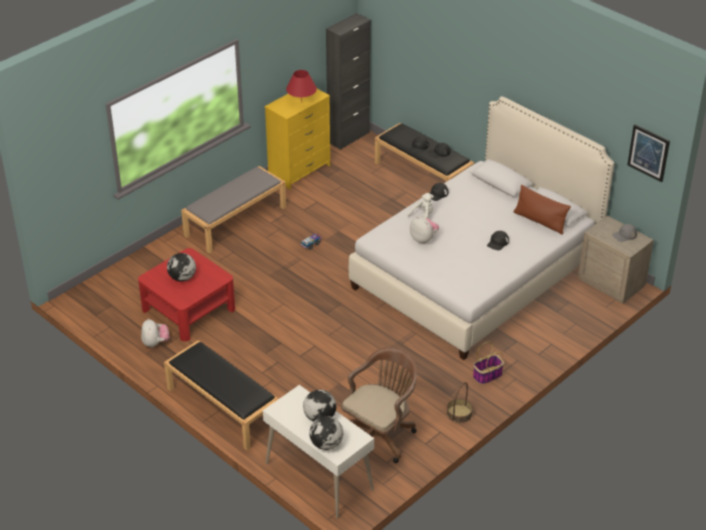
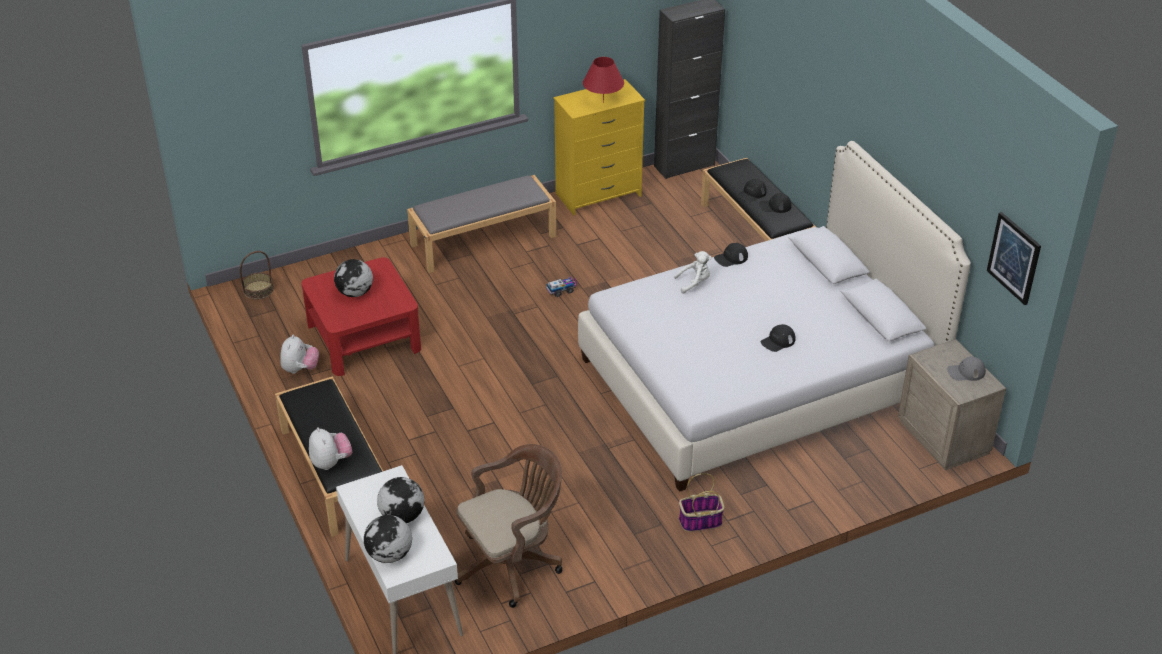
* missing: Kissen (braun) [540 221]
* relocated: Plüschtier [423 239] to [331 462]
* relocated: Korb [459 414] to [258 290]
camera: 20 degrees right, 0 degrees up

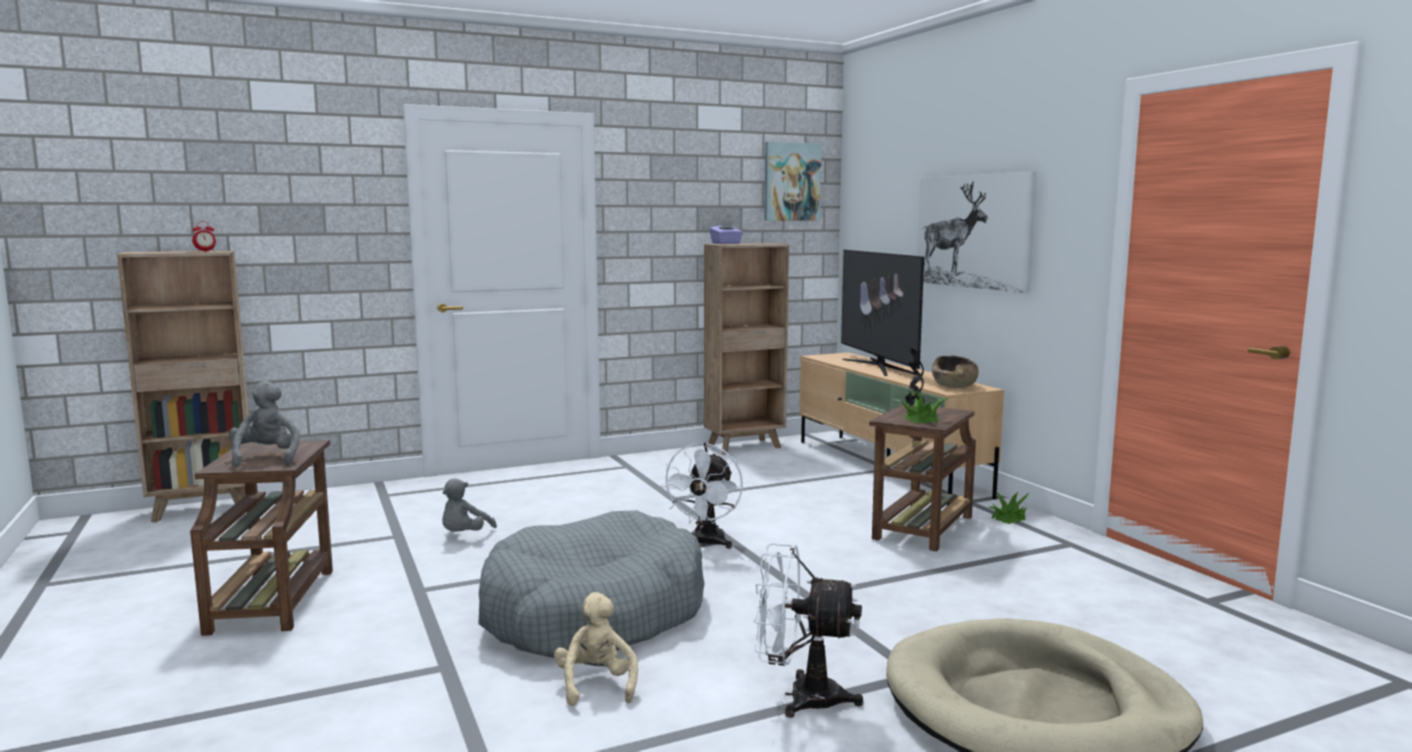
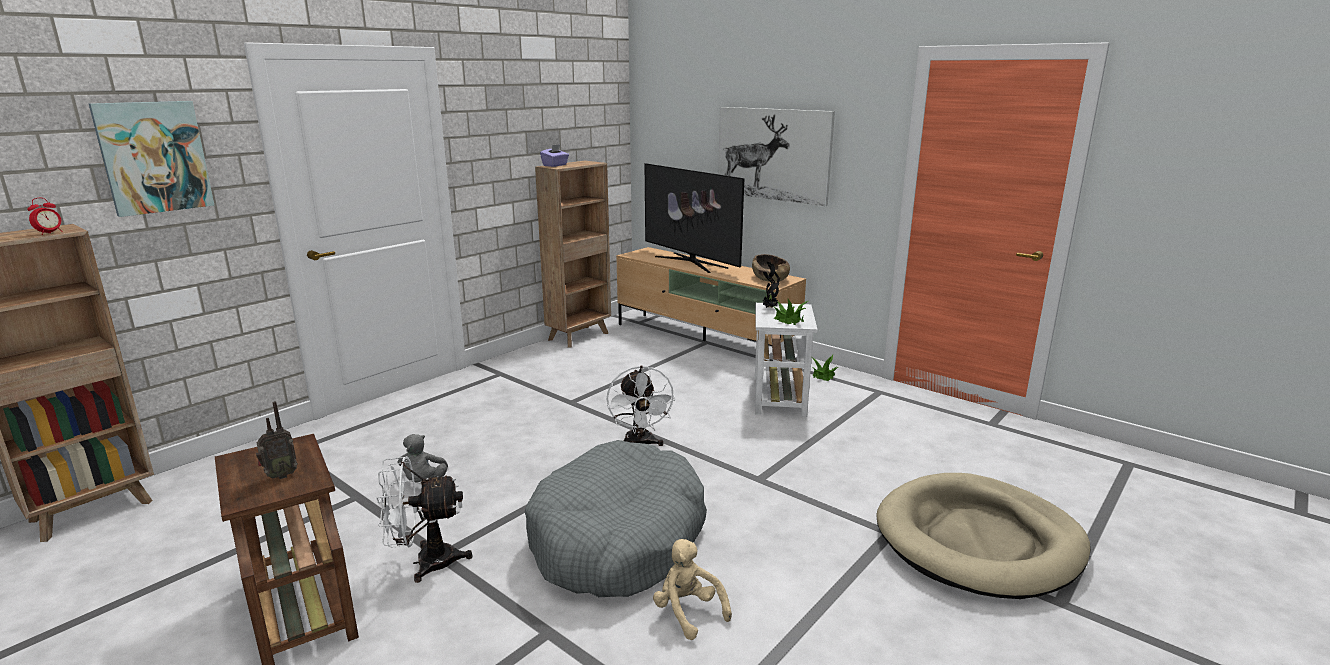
* relocated: Bild [791 182] to [154 157]
* exchanged: Plüschtier (grau) [266 458] to Radio [280 476]
* colour: Beistelltisch (braun) [922 529] to Beistelltisch (weiß) [779 398]
* relocated: Ventilator (weiß) [800 697] to [425 562]
camera: 25 degrees left, 10 degrees up

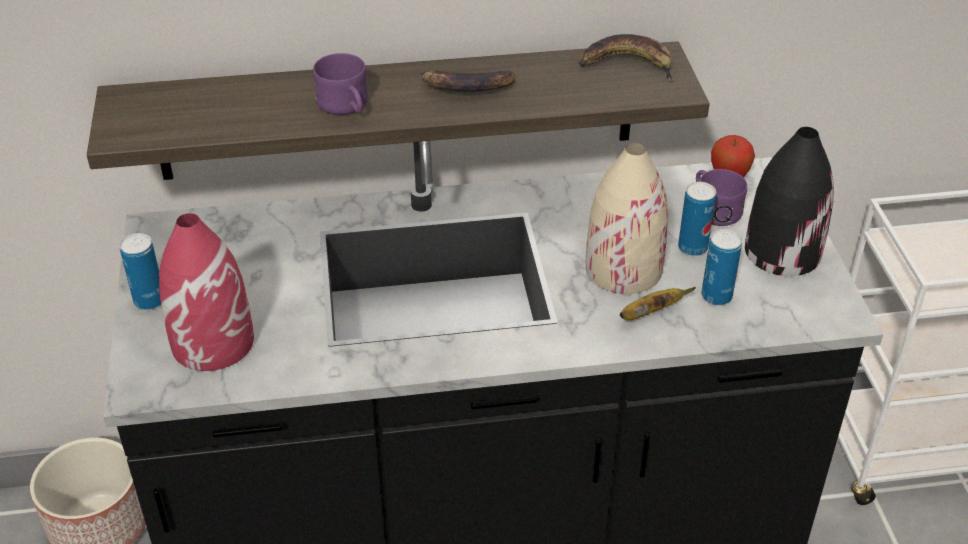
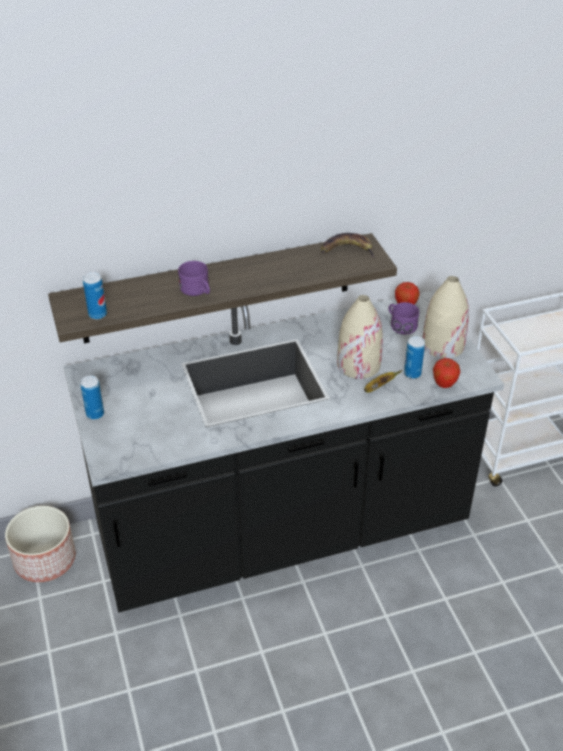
* missing: Banane [466 87]
* colour: Vase (schwarz) [781 252] to Vase (beige) [442 345]
* relocated: Dose [692 247] to [97 314]
* missing: Vase (rot) [212 342]
* appeared: Apfel [444 385]
camera: 10 degrees left, 0 degrees up

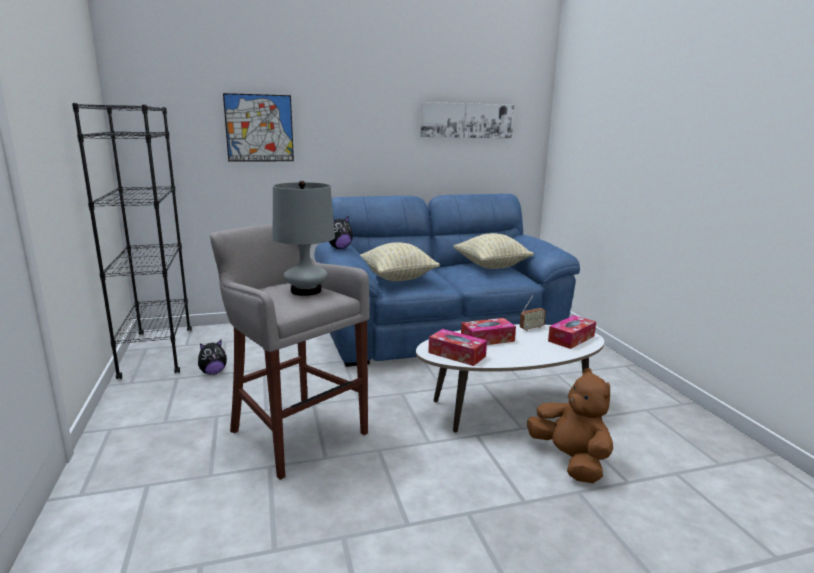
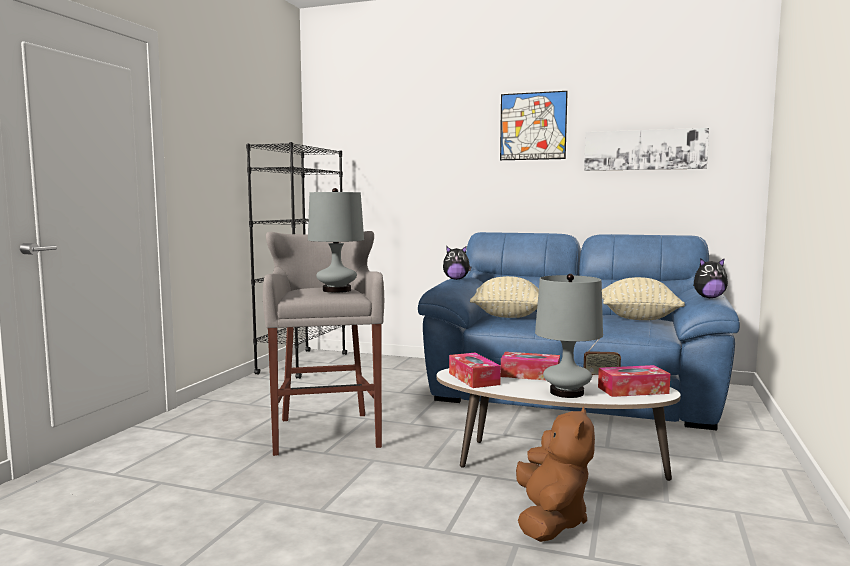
* relocated: Bild [259 128] to [533 126]
* relocated: Plüschtier [213 372] to [708 298]
* appeared: Tischlampe (grau) [566 392]
camera: 35 degrees right, 10 degrees down

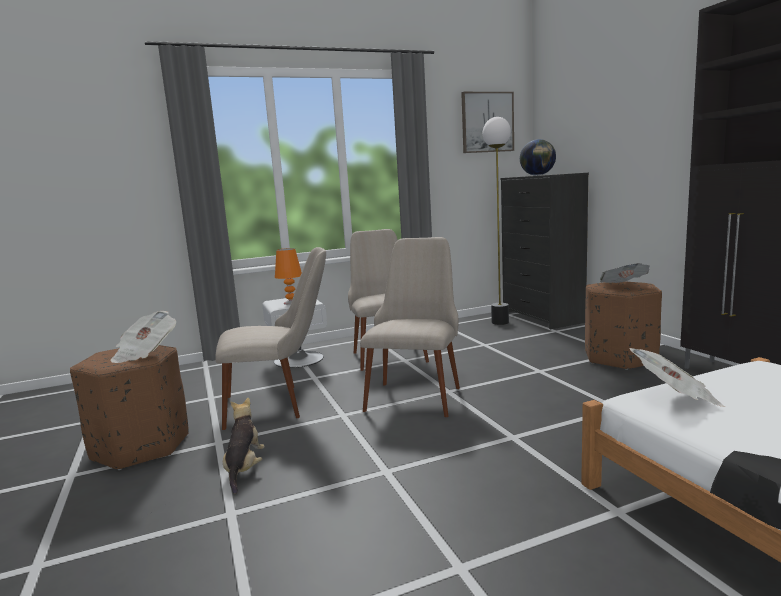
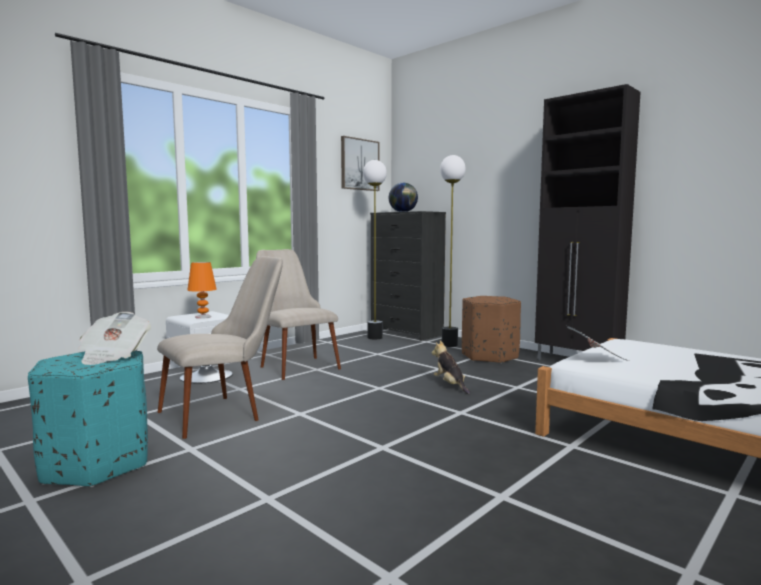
* missing: Stuhl (beige) [417 392]
* missing: Zeitung [623 287]
* colour: Polsterhocker (braun) [141 447] to Polsterhocker (türkis) [97 464]
* relocated: Plüschtier [244 469] to [450 385]
* appeared: Stehlampe [450 345]
camera: 25 degrees left, 5 degrees down

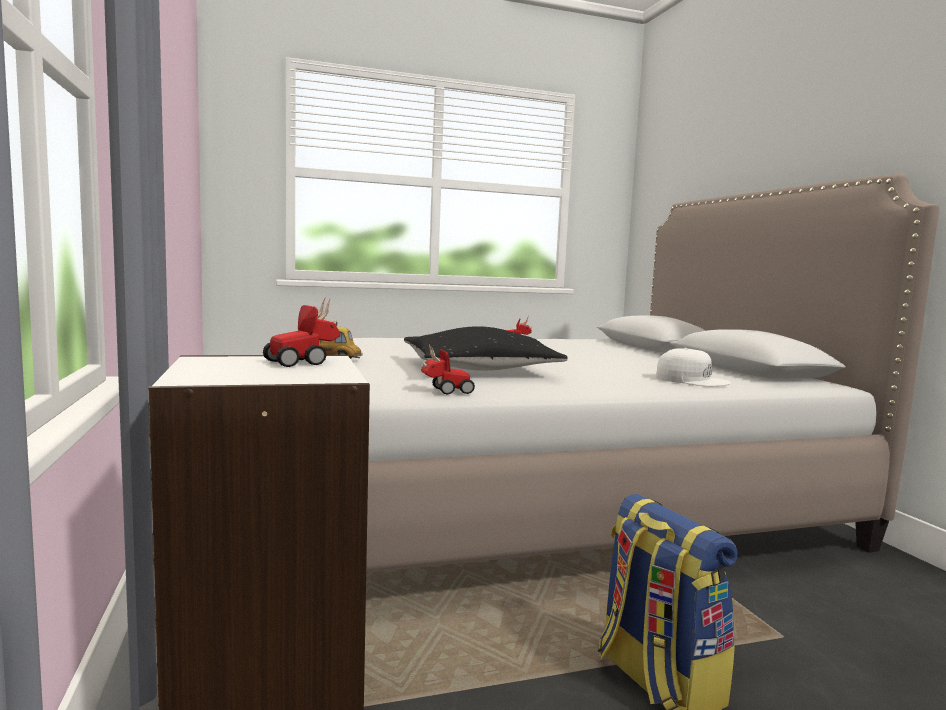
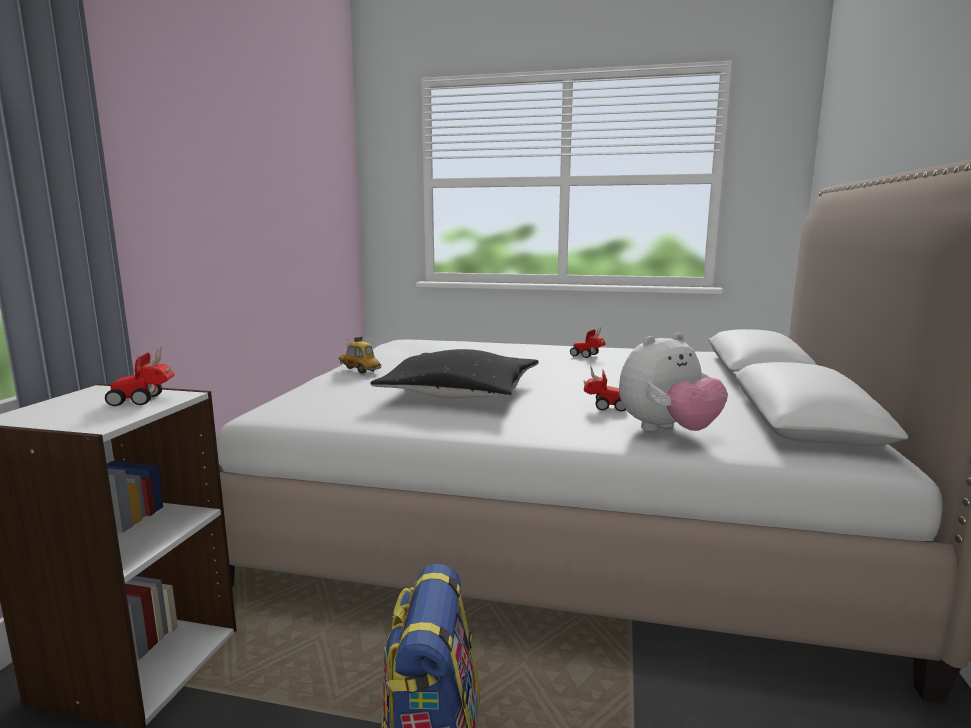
* relocated: Spielzeugauto [445 391] to [604 406]
* exchanged: Kappe (weiß) [691 380] to Plüschtier [667 431]
camera: 30 degrees right, 5 degrees up

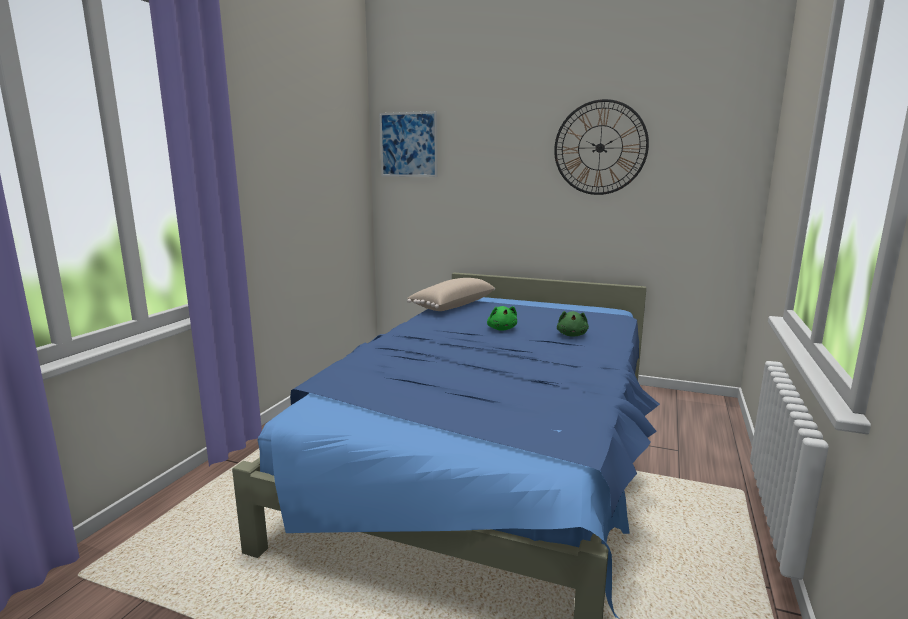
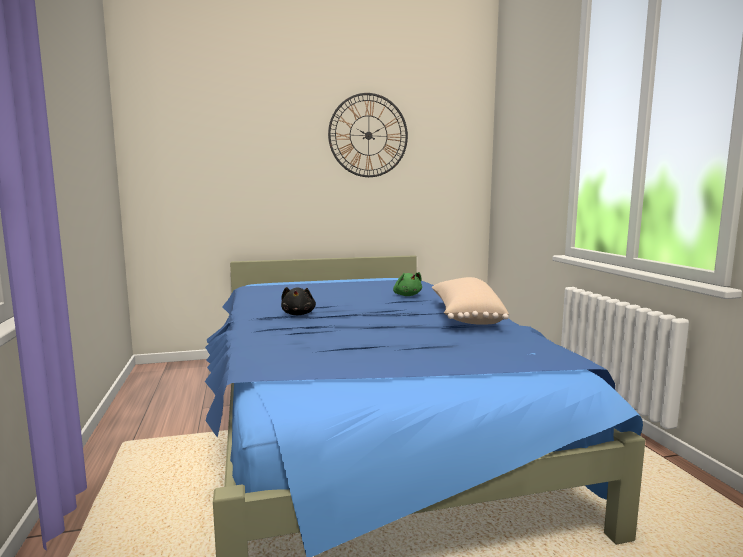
* missing: Bild [408 144]
* relocated: Kissen (beige) [452 305] to [465 316]
* missing: Plüschtier (grün) [502 329]
* appeared: Plüschtier (schwarz) [298 314]
camera: 35 degrees left, 5 degrees down

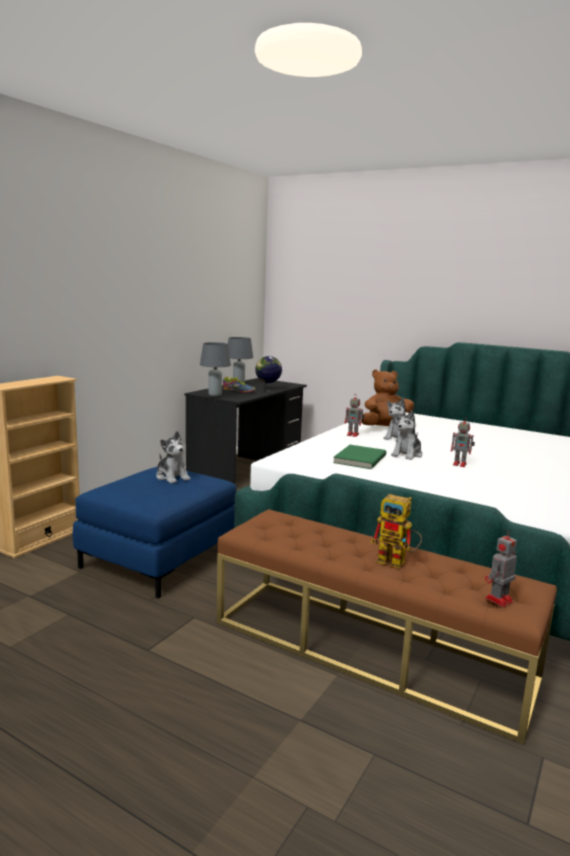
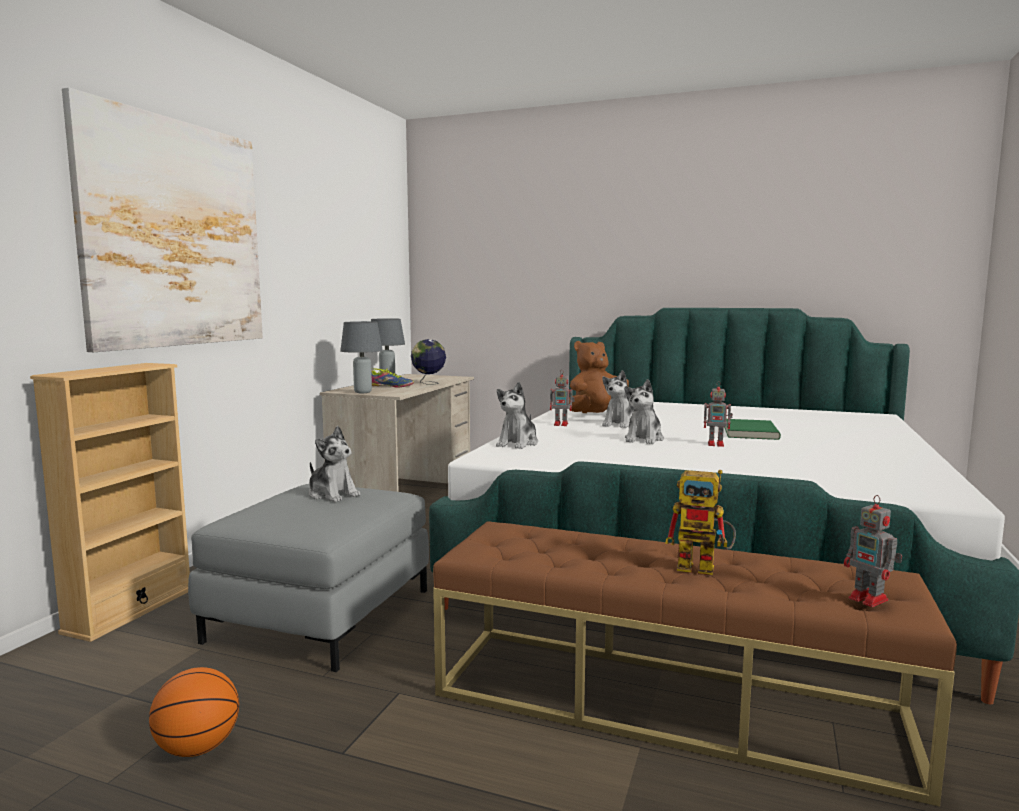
* colour: Schreibtisch (schwarz) [246 467] to Schreibtisch (beige) [405 489]
* relocated: Buch (grün) [358 459] to [748 432]
* colour: Polsterhocker (blau) [160 558] to Polsterhocker (grau) [321 615]
* spun: Spielzeugroboter [498 600] = [870 599] 75 degrees counterclockwise
* appeared: Bild [175 234]
* appeared: Plüschtier [518 443]
* appeared: Basketball [198 748]
camera: 10 degrees left, 5 degrees down

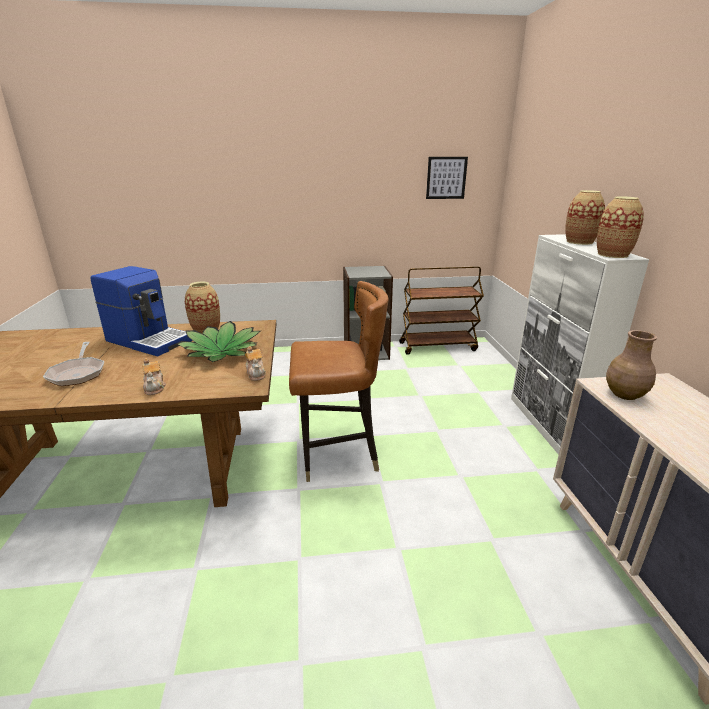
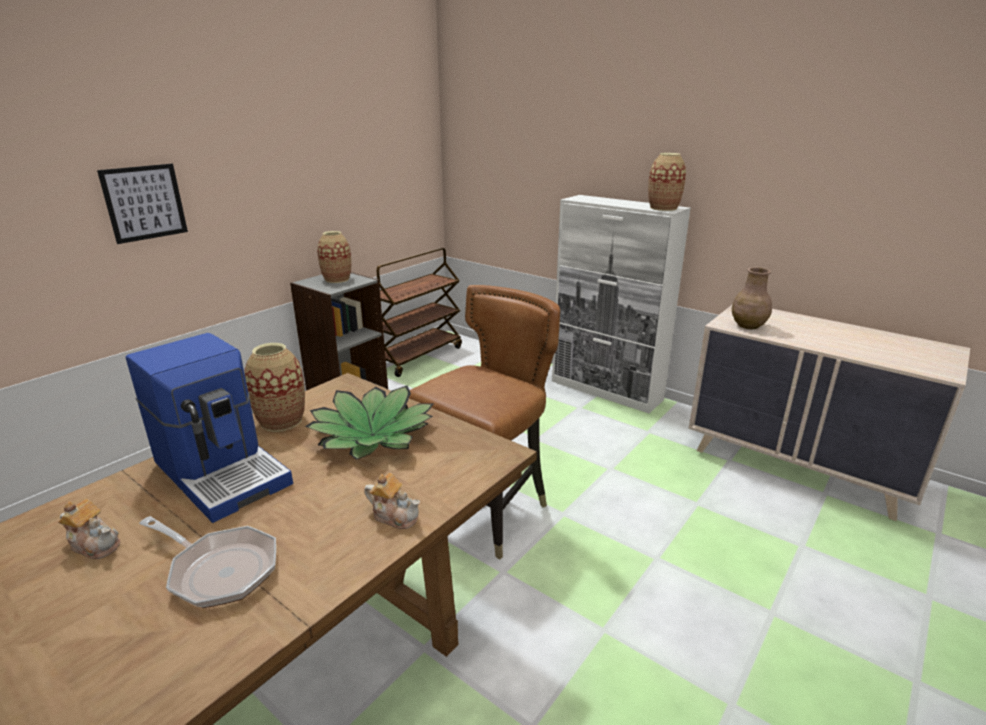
* relocated: Bild [446 178] to [144 202]
* relocated: Vase [579 242] to [337 279]
* spun: Kaffeemaschine [149 340] = [223 471] 60 degrees clockwise
* relocated: Teekanne [256 374] to [95 544]
camera: 45 degrees left, 0 degrees up

